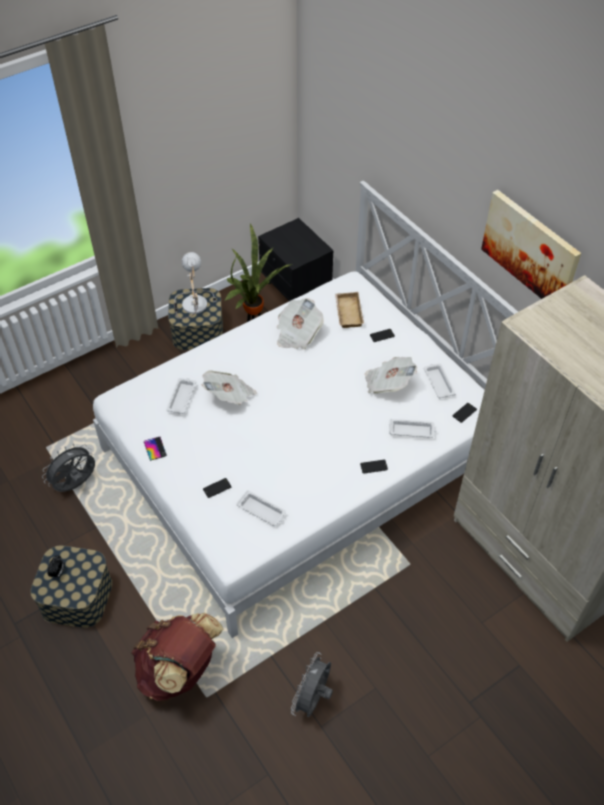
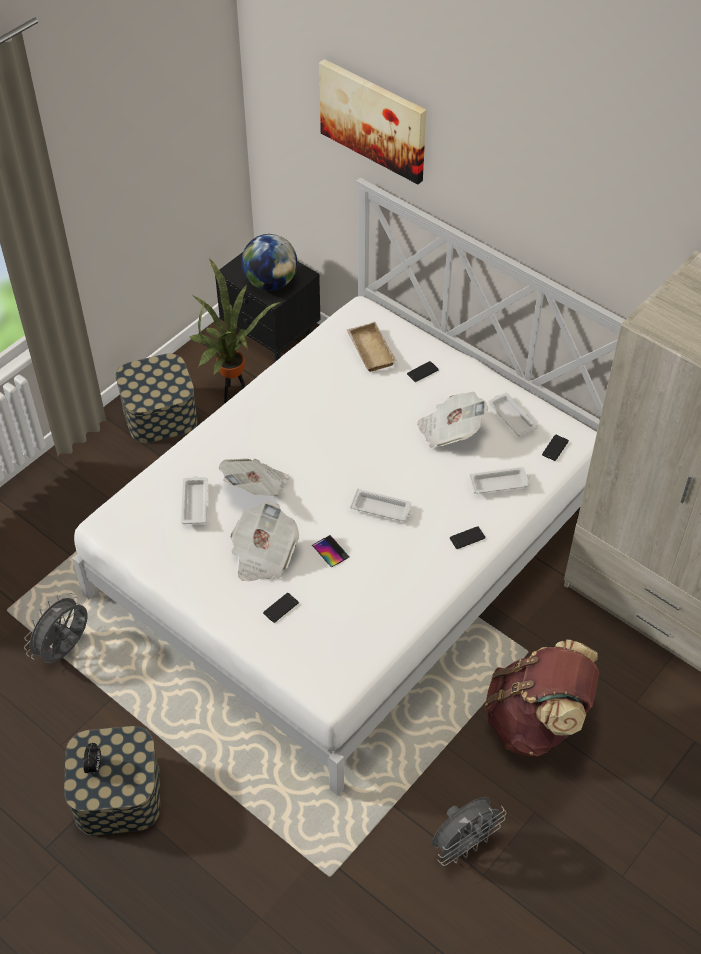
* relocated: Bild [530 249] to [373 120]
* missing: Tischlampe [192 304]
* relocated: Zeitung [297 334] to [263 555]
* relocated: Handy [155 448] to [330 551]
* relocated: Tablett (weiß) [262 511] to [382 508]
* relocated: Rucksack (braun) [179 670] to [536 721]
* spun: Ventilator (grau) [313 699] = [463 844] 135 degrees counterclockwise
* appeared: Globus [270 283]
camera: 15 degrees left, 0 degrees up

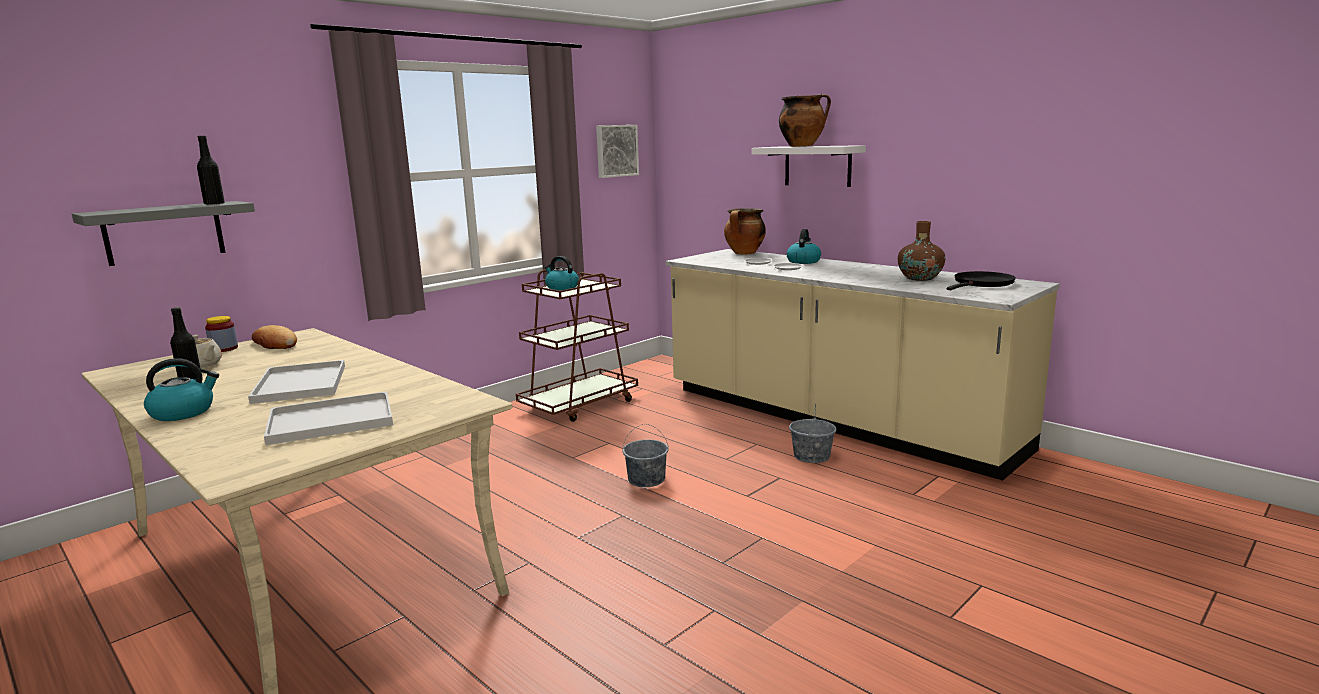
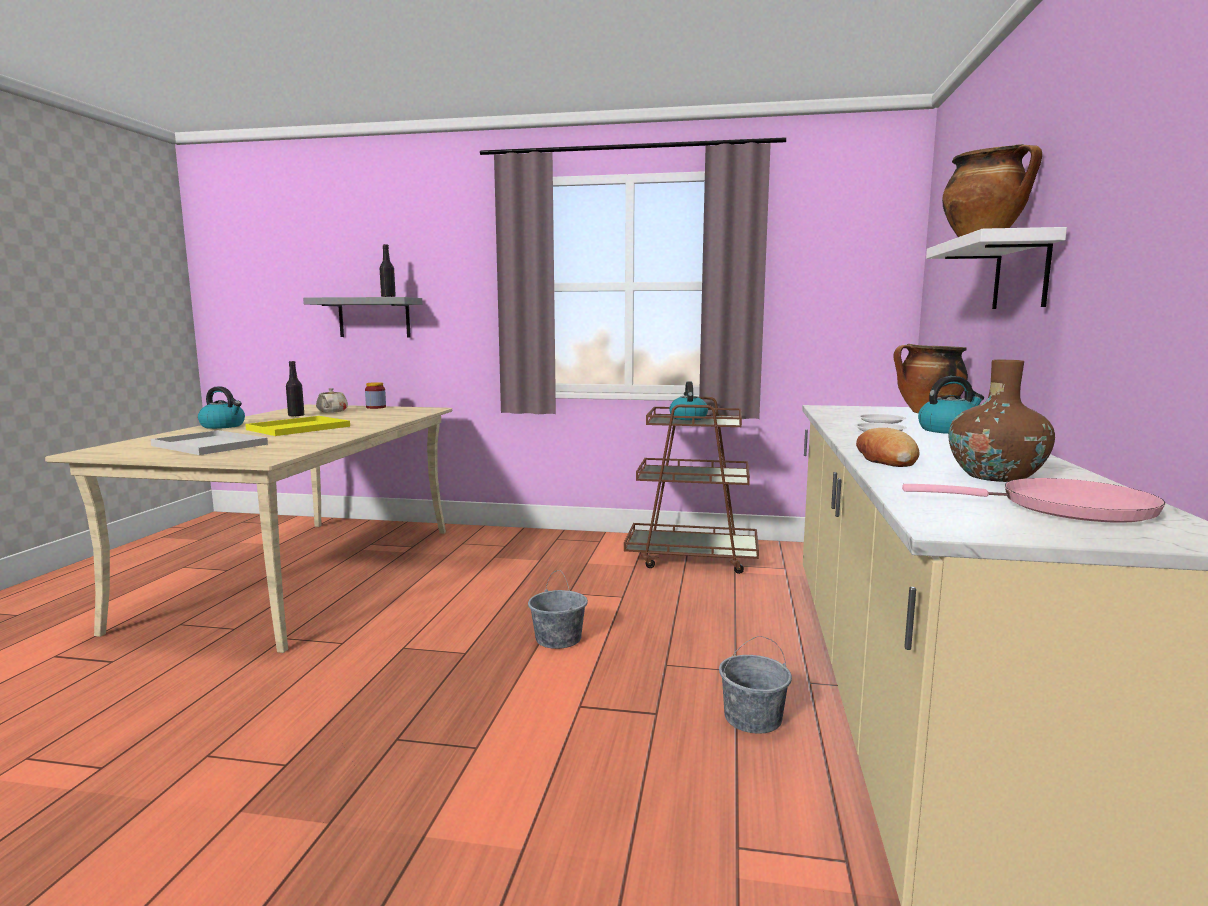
* missing: Bild [616 151]
* colour: Pfanne (schwarz) [982 284] to Pfanne (rosa) [1066 508]
* relocated: Brot [275 344] to [885 458]
* colour: Tablett (weiß) [301 384] to Tablett (gelb) [297 428]
camera: 55 degrees right, 5 degrees down

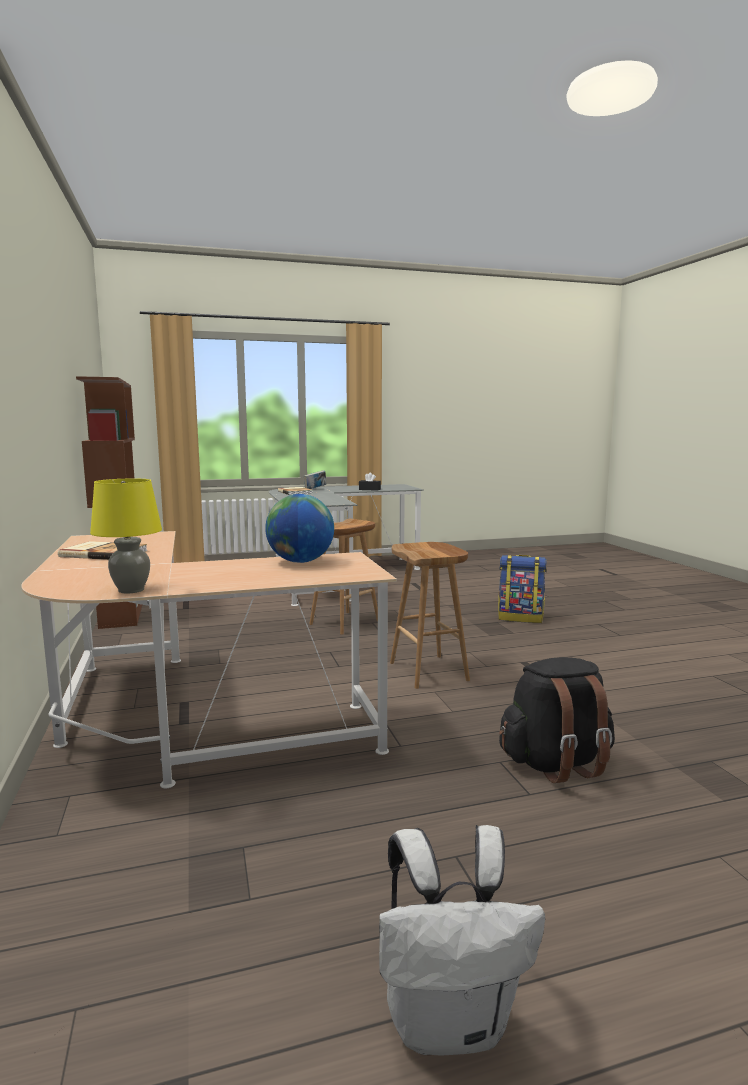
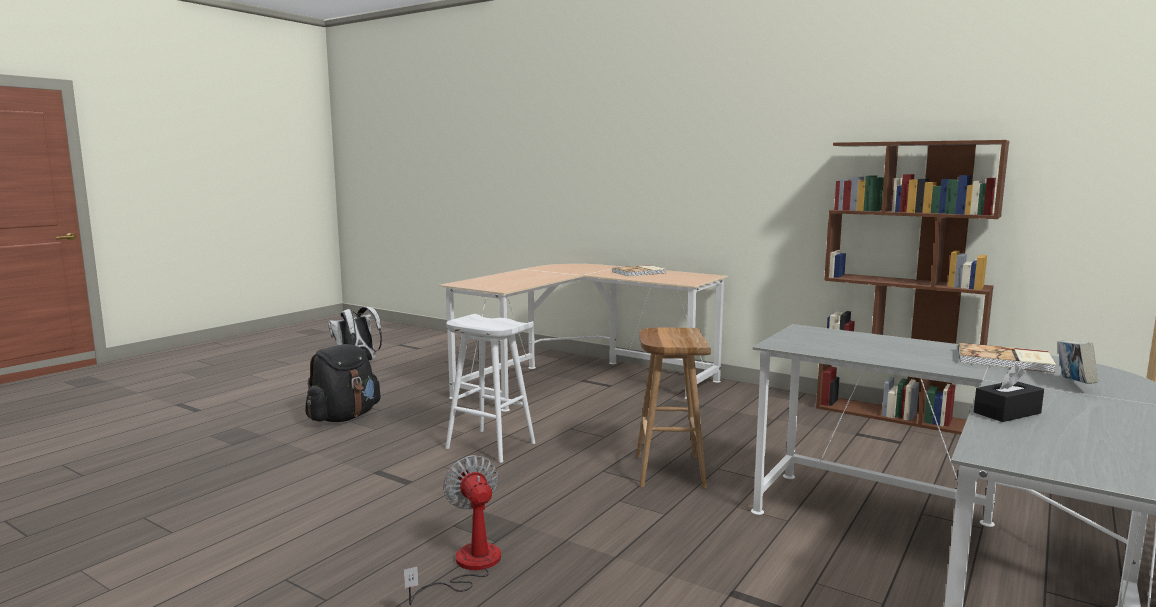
* missing: Tischlampe (gelb) [131 590]
* missing: Globus [300 562]
* colour: Hocker (braun) [429 671] to Hocker (weiß) [489 445]
* exchanged: Rucksack [520 618] to Ventilator [467 566]
camera: 140 degrees right, 0 degrees up

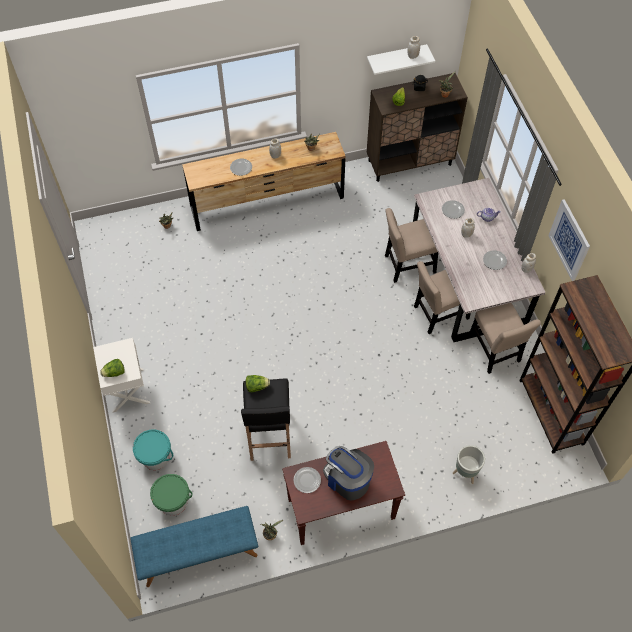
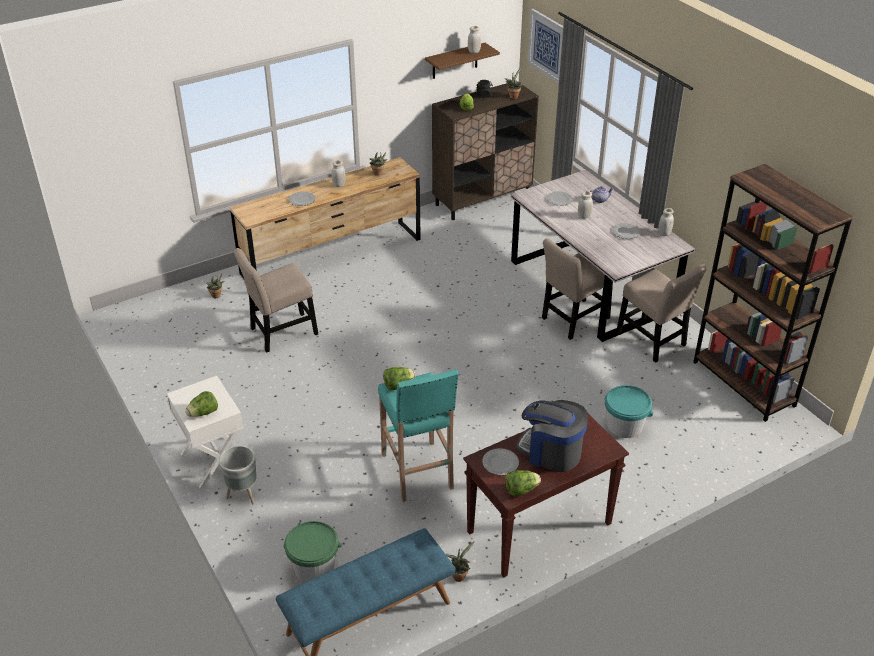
* colour: Wandregal (weiß) [396 58] to Wandregal (braun) [455 61]
* relocated: Bild [569 240] to [548 46]
* relocated: Stuhl (beige) [407 265] to [280 333]
* colour: Hocker (schwarz) [269 436] to Hocker (türkis) [418 472]
* relocated: Eimer (türkis) [155 457] to [624 426]
* relocated: Pflanzkübel (grau) [465 473] to [243 495]
* appeared: Salatkopf [521 490]
camera: 15 degrees left, 20 degrees down

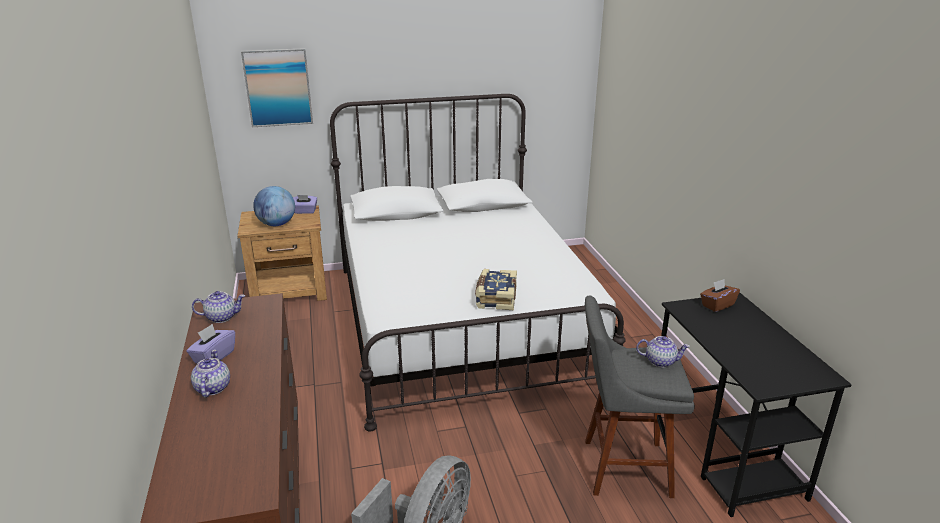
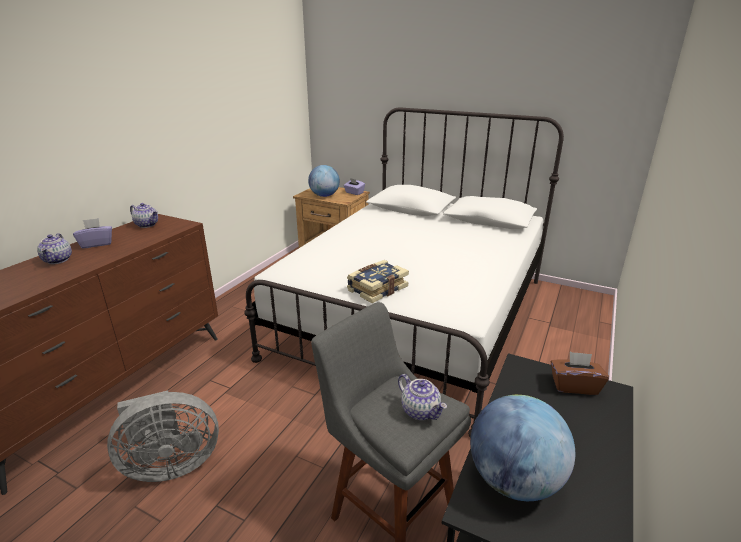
* missing: Bild [278 87]
* spun: Teekanne [212 388] = [58 260] 135 degrees clockwise
* appeared: Globus [514 480]
camera: 40 degrees right, 0 degrees up

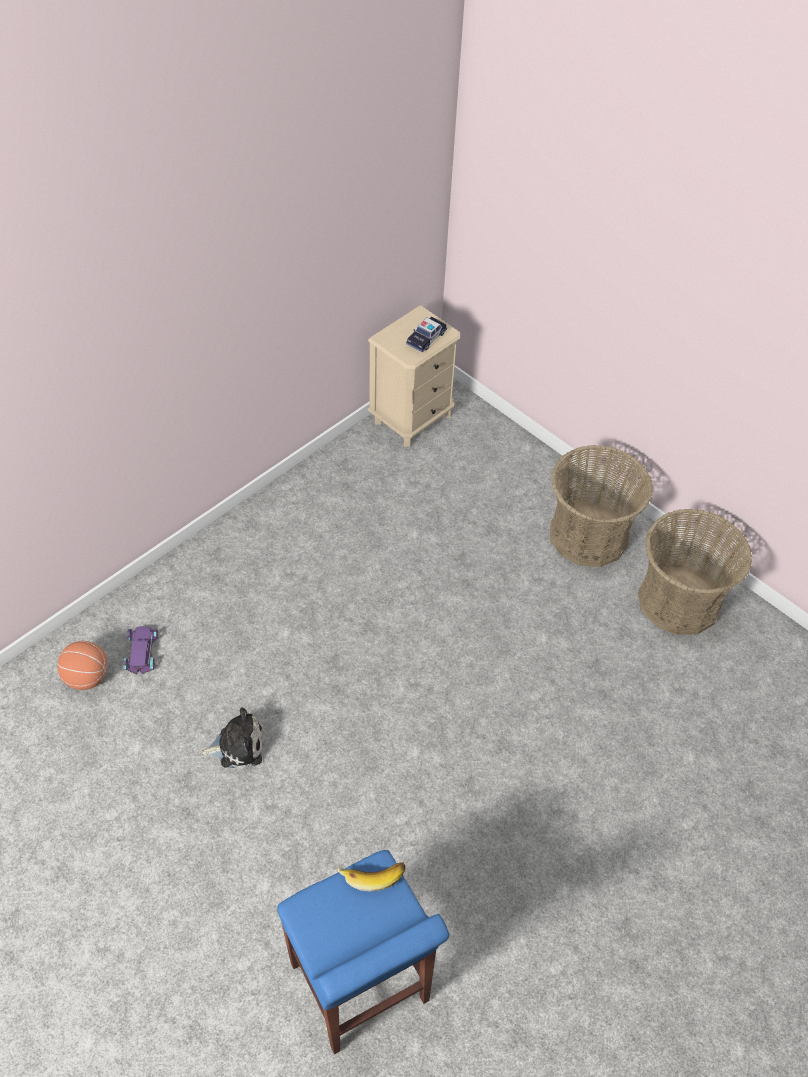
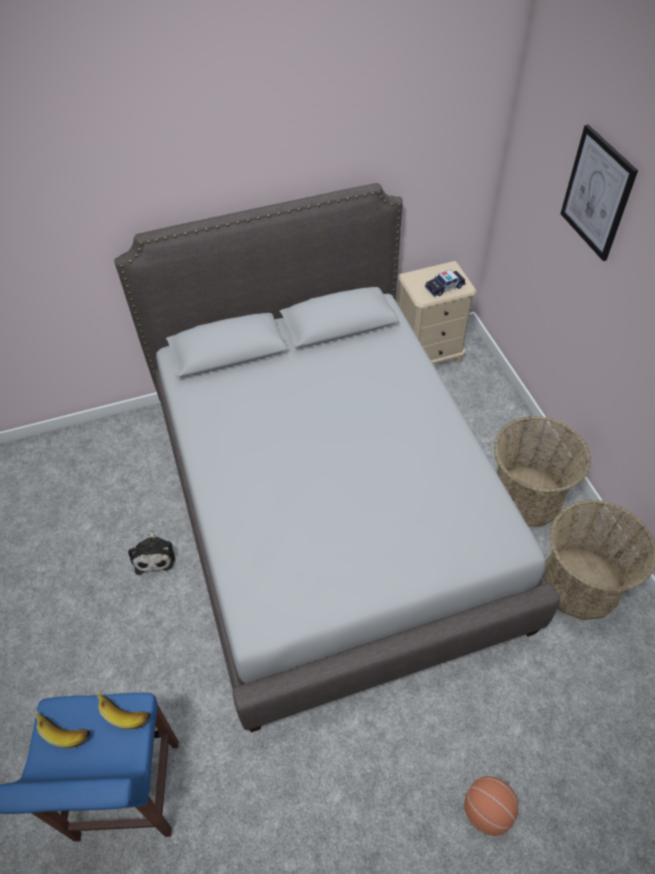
* missing: Spielzeugauto (lila) [142 651]
* relocated: Basketball [87 677] to [487 811]
* spun: Plüschtier [237 746] = [154 555] 60 degrees clockwise
* appeared: Bild [597 193]
* appeared: Bett (grau) [330 507]
* appeared: Banane [65 728]
camera: 30 degrees right, 0 degrees up

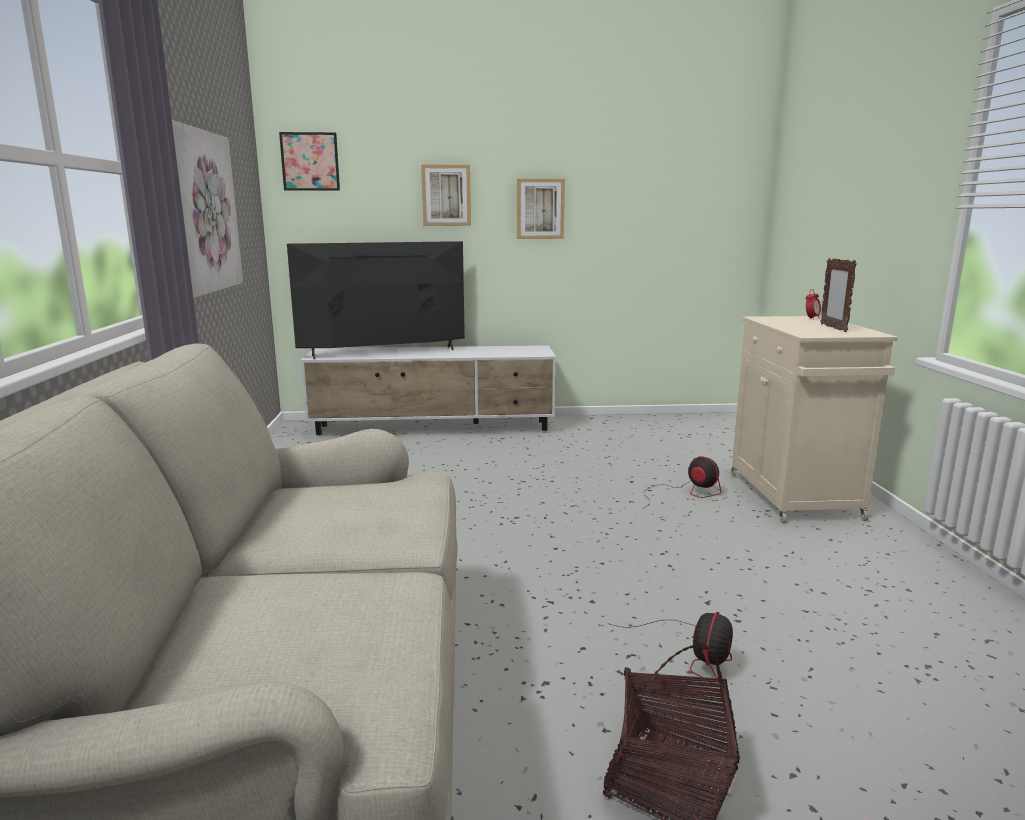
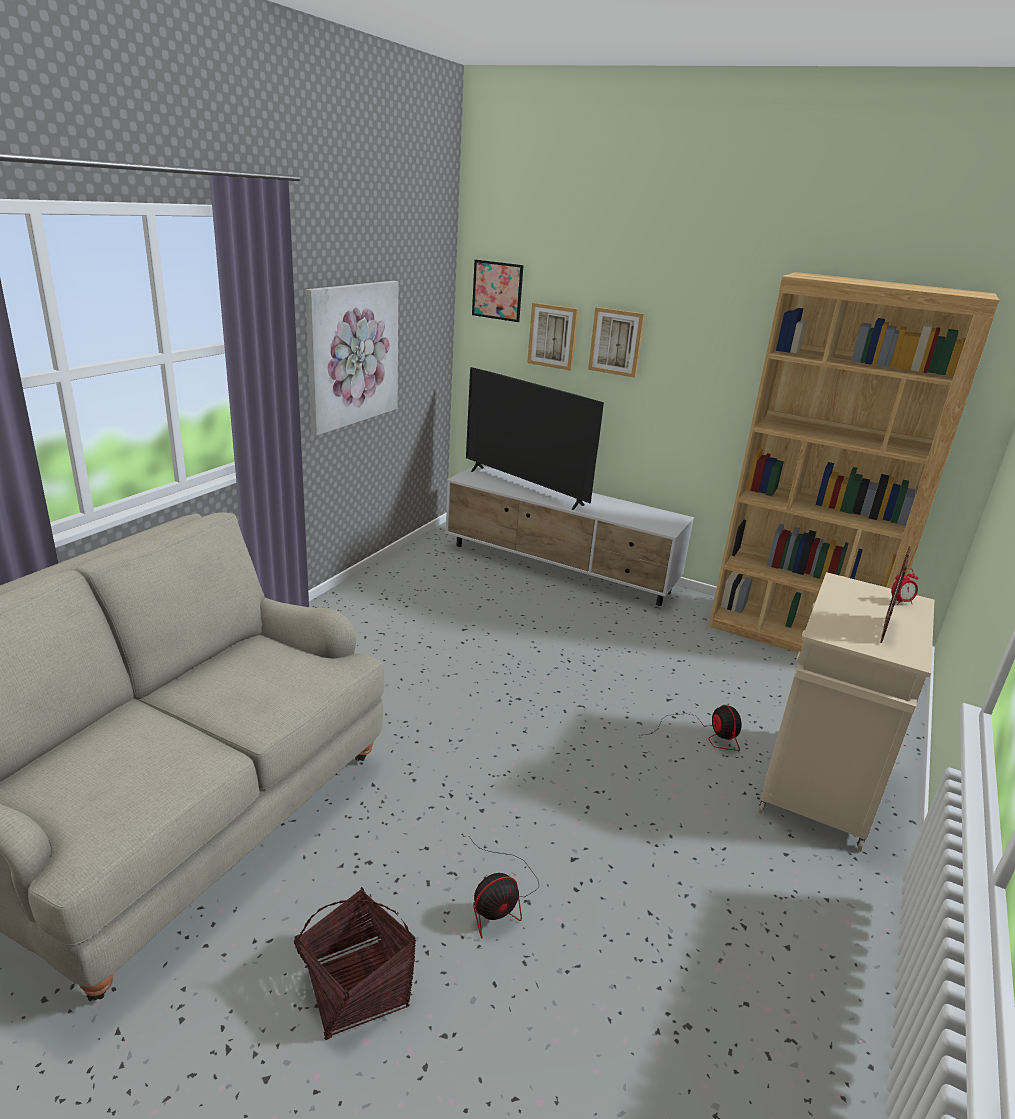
* relocated: Bild [540 209] to [553 336]
* spun: Fernseher [384 352] = [525 487] 150 degrees counterclockwise
* appeared: Bücherregal (braun) [794 636]
camera: 30 degrees right, 10 degrees up

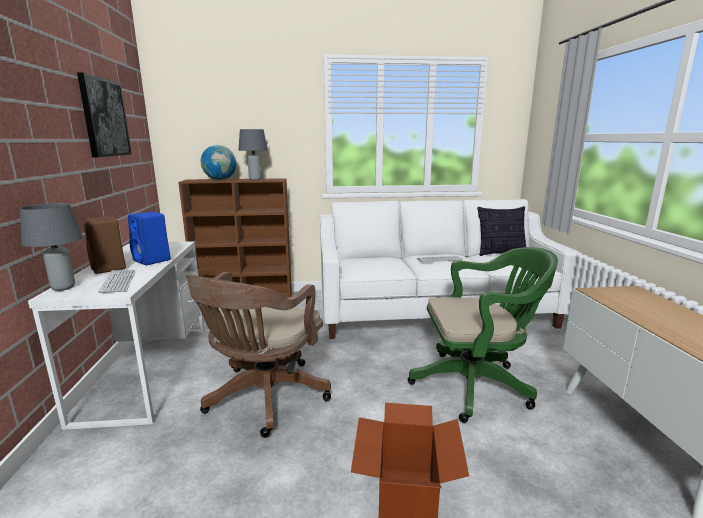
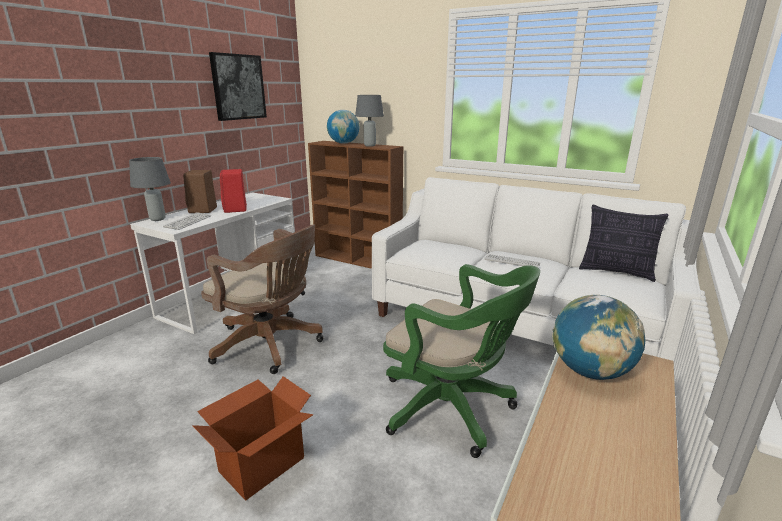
* colour: Lautsprecher (blau) [153 260] to Lautsprecher (rot) [235 209]
* spun: Bürostuhl (braun) [264 399] = [271 345] 120 degrees counterclockwise
* appeared: Globus [590 371]
camera: 35 degrees right, 5 degrees up

